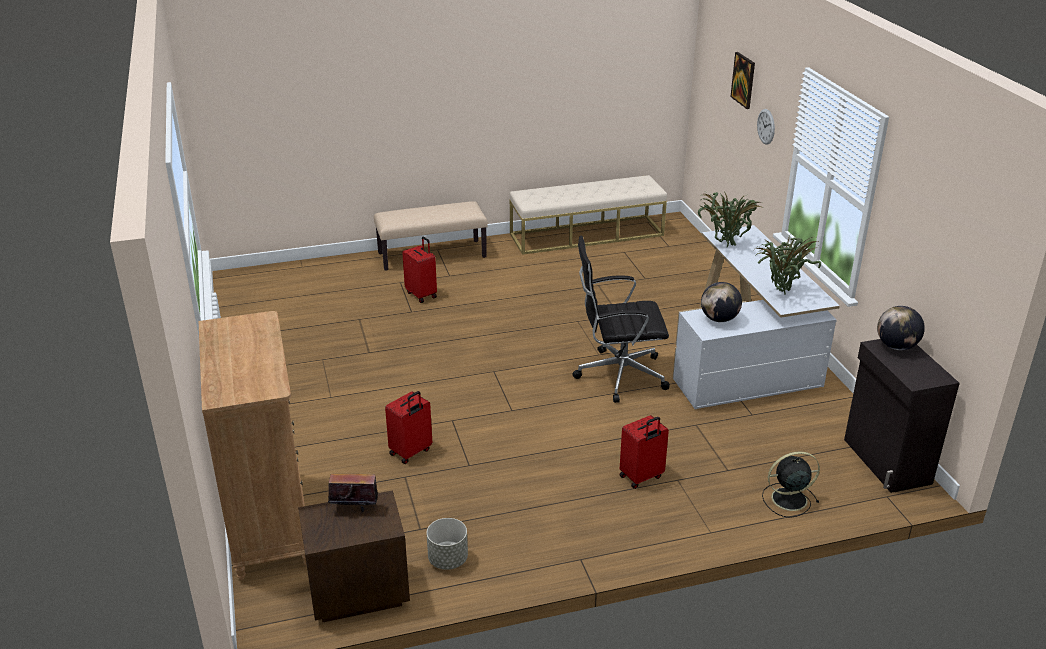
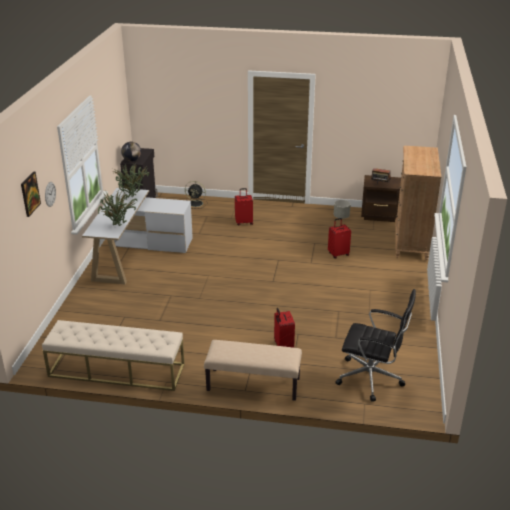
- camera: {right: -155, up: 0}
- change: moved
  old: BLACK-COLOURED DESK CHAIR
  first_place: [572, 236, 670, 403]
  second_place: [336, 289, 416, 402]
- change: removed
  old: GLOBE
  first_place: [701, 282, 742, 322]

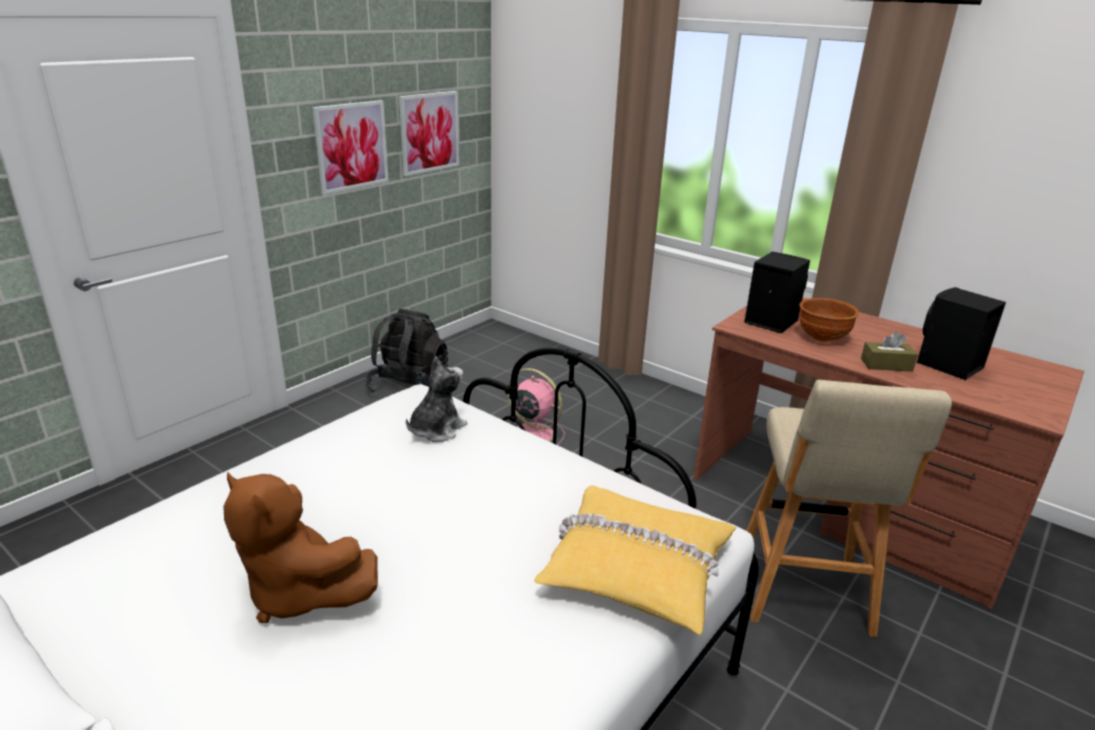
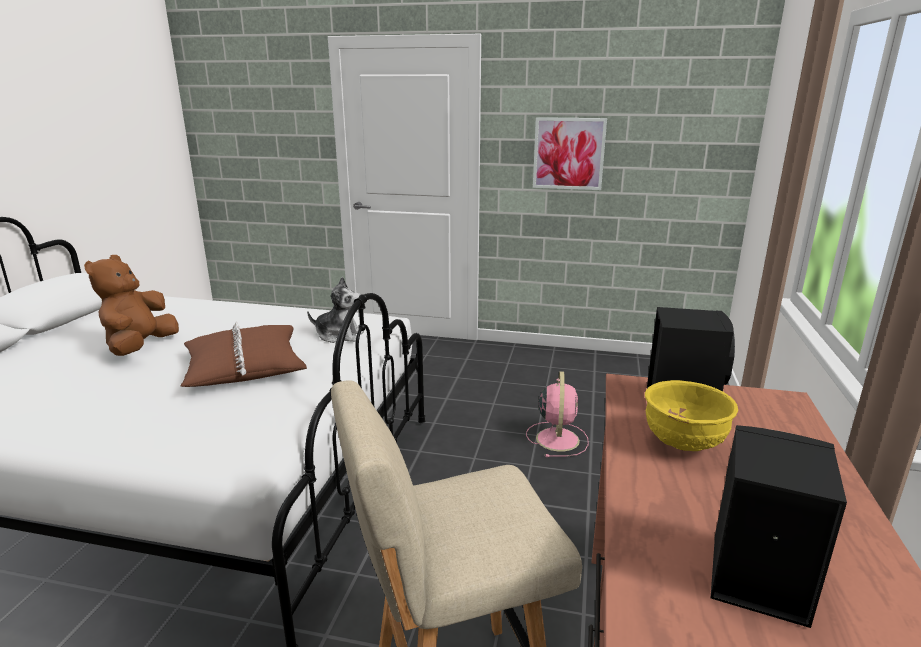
- camera: {right: 65, up: -5}
- change: removed
  old: PICTURE
  first_place: [399, 91, 459, 176]
- change: recoloured
  old: BROWNISH BOWL
  new: YELLOW-COLOURED BOWL
  first_place: [799, 298, 859, 342]
  second_place: [645, 380, 738, 451]
- change: removed
  old: BLACK-COLOURED KNAPSACK
  first_place: [365, 309, 448, 393]
- change: removed
  old: BROWNISH TISSUE BOX
  first_place: [861, 331, 918, 372]
- change: removed
  old: YELLOW-COLOURED THROW PILLOW
  first_place: [534, 485, 736, 635]
- change: added
  new: BROWNISH THROW PILLOW
  second_place: [180, 321, 307, 387]

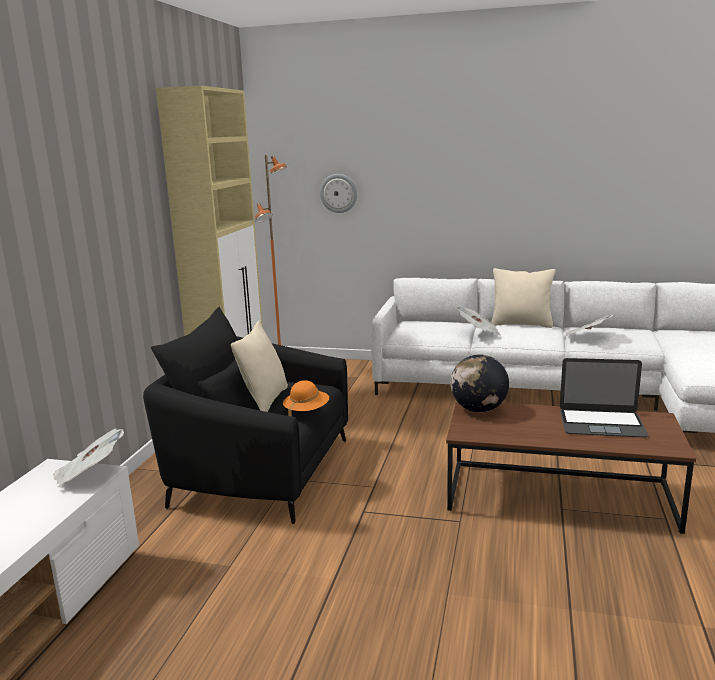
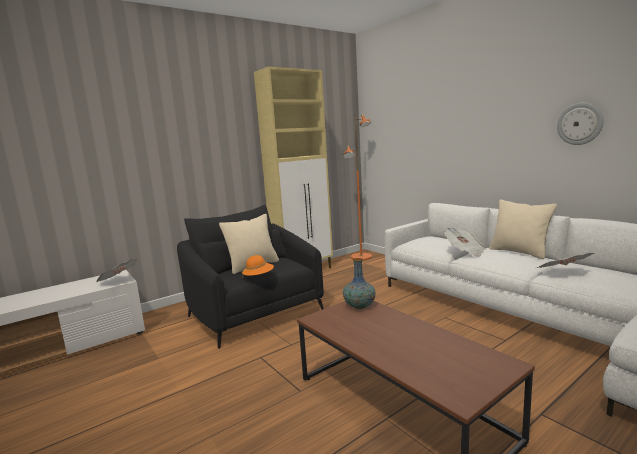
- camera: {right: 40, up: -5}
- change: moved
  old: WALL CLOCK
  first_place: [320, 174, 357, 213]
  second_place: [557, 103, 604, 145]
- change: replaced
  old: GLOBE
  new: VASE
  first_place: [450, 354, 509, 412]
  second_place: [343, 258, 376, 309]
- change: removed
  old: NOTEBOOK COMPUTER
  first_place: [560, 358, 649, 438]

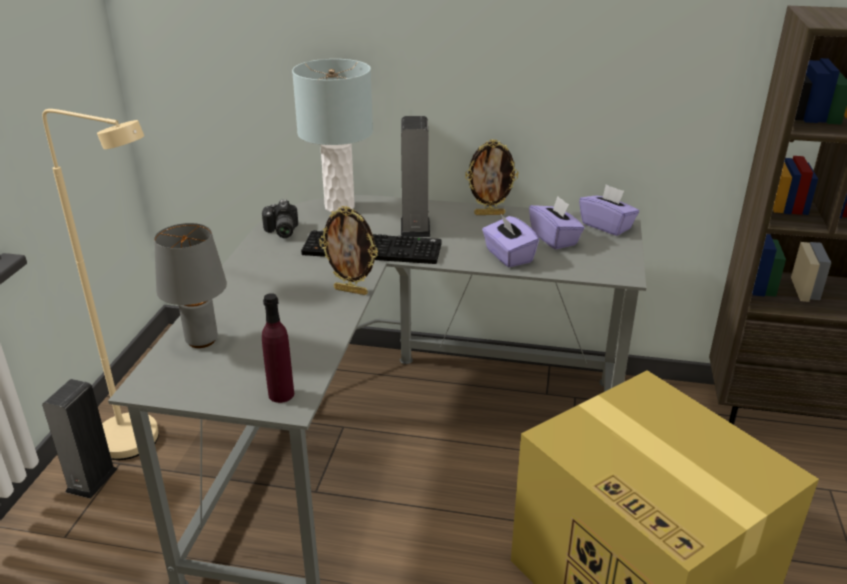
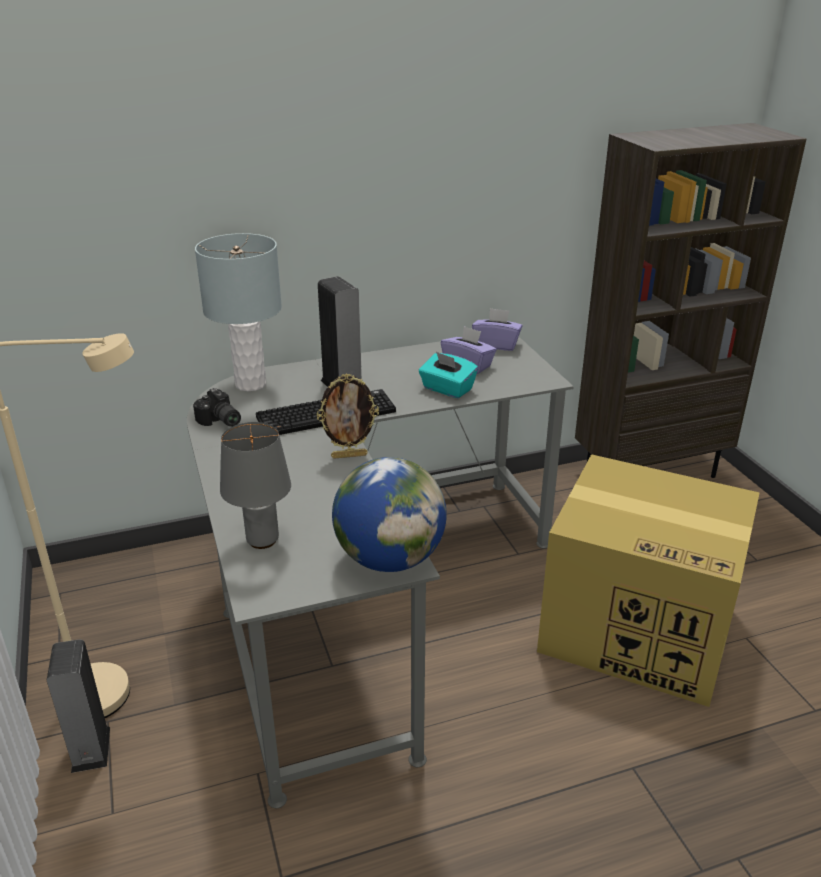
- camera: {right: -30, up: 0}
- change: removed
  old: PHOTO FRAME
  first_place: [465, 139, 518, 215]
- change: recoloured
  old: PURPLE-COLOURED TISSUE BOX
  new: TURQUOISE TISSUE BOX
  first_place: [482, 214, 539, 267]
  second_place: [419, 352, 478, 398]
- change: replaced
  old: PURPLE-COLOURED BOTTLE
  new: GLOBE
  first_place: [262, 293, 294, 403]
  second_place: [332, 457, 447, 572]

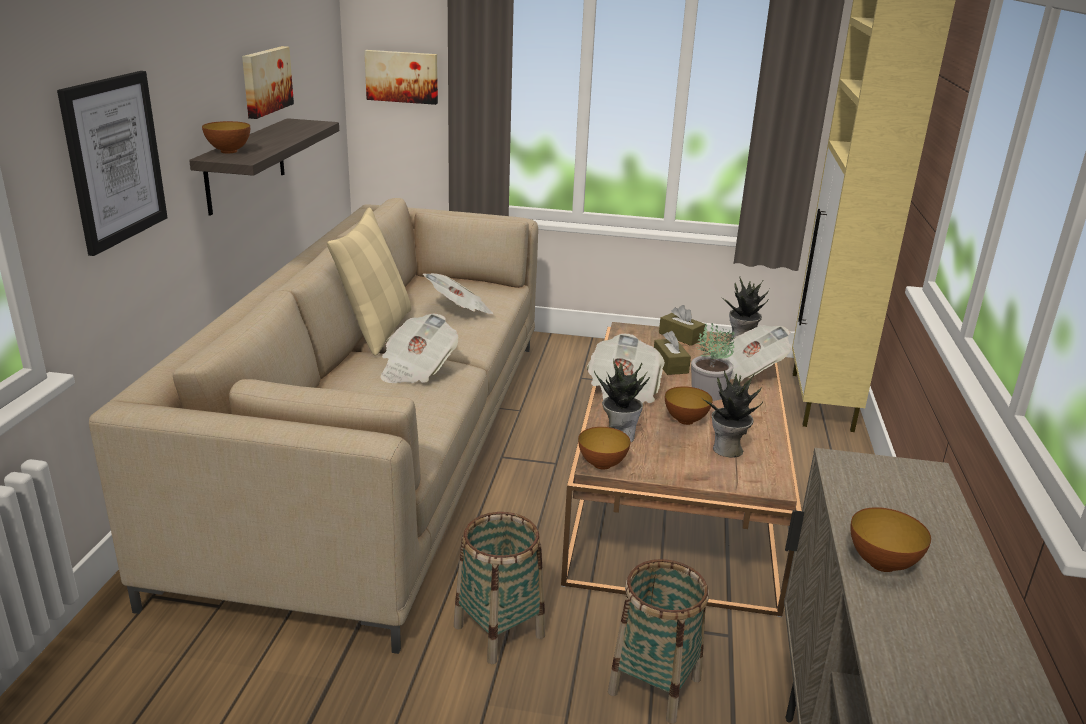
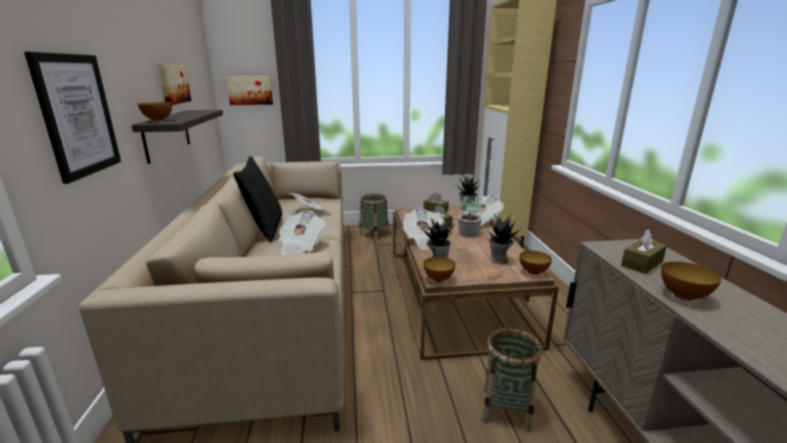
- camera: {right: -15, up: -5}
- change: recoloured
  old: SAND-COLOURED THROW PILLOW
  new: BLACK-COLOURED THROW PILLOW
  first_place: [327, 207, 411, 356]
  second_place: [233, 156, 282, 242]
- change: moved
  old: BOWL
  first_place: [665, 386, 713, 425]
  second_place: [519, 251, 552, 275]
- change: moved
  old: HOUSEHOLD BASKET
  first_place: [454, 512, 545, 664]
  second_place: [359, 194, 389, 241]
- change: added
  new: BROWNISH TISSUE BOX
  second_place: [621, 229, 667, 274]

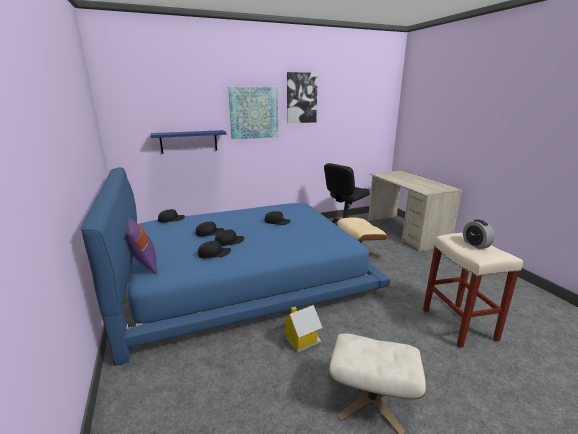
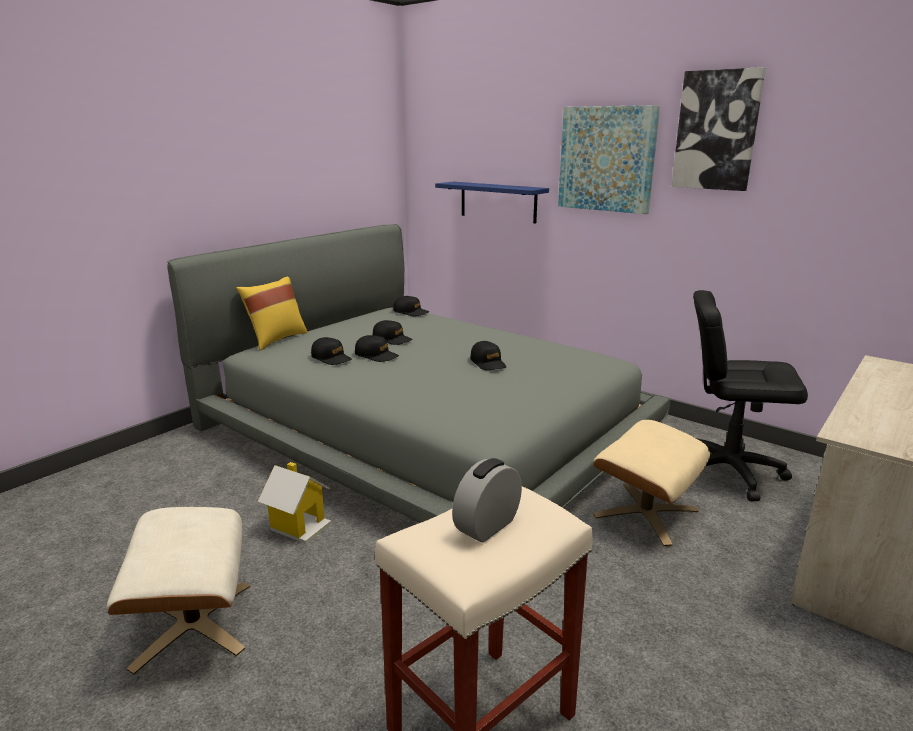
- camera: {right: 60, up: 0}
- change: recoloured
  old: BLUISH SLEEPING BED
  new: GREYISH SLEEPING BED
  first_place: [81, 167, 391, 366]
  second_place: [167, 224, 671, 523]
- change: recoloured
  old: PURPLE-COLOURED THROW PILLOW
  new: YELLOW-COLOURED THROW PILLOW
  first_place: [125, 217, 157, 274]
  second_place: [236, 277, 308, 351]

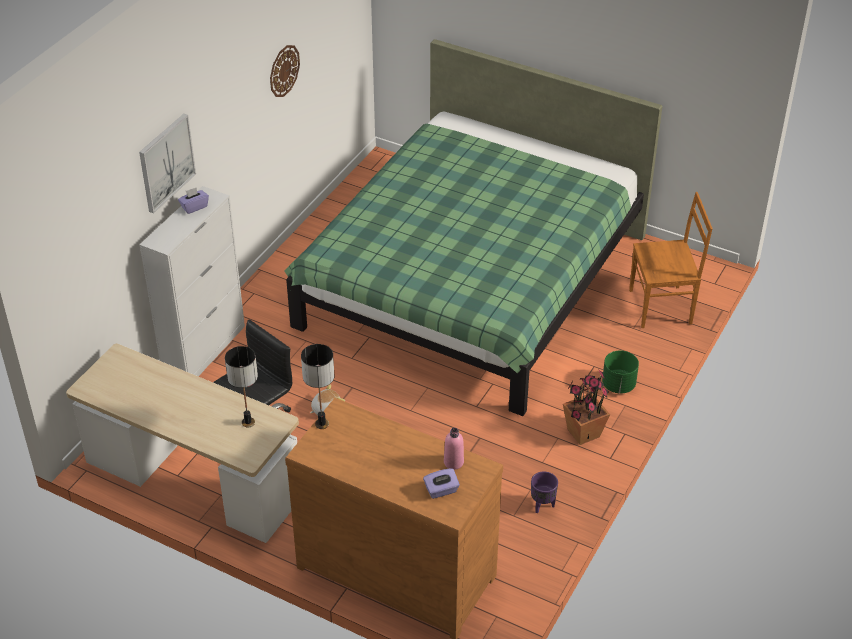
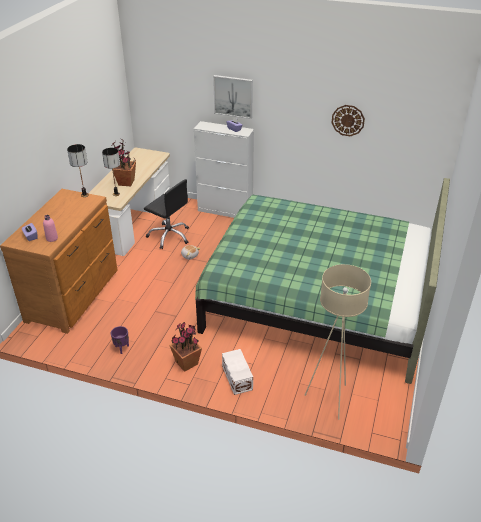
- camera: {right: 80, up: -5}
- change: replaced
  old: BROWNISH CHAIR
  new: SAND-COLOURED STANDING LAMP
  first_place: [629, 192, 713, 328]
  second_place: [305, 264, 371, 420]
- change: replaced
  old: GREENISH PLANT POT
  new: WHITE-COLOURED STORAGE BIN
  first_place: [602, 350, 639, 394]
  second_place: [222, 349, 253, 395]
- change: added
  new: POTTED PLANT
  second_place: [111, 139, 136, 186]

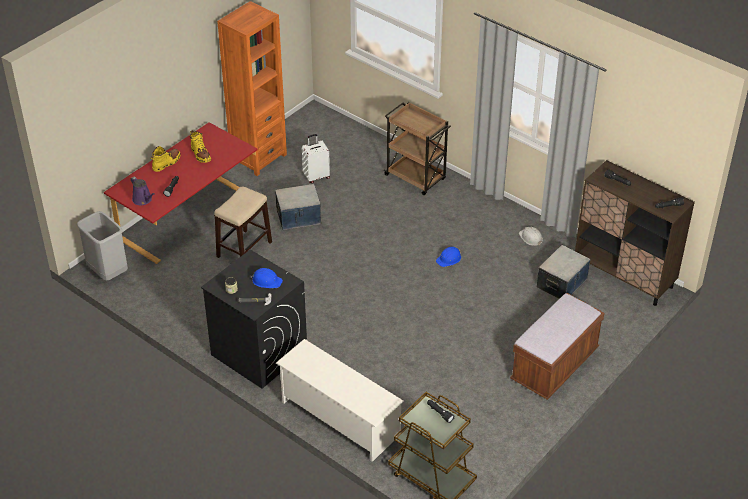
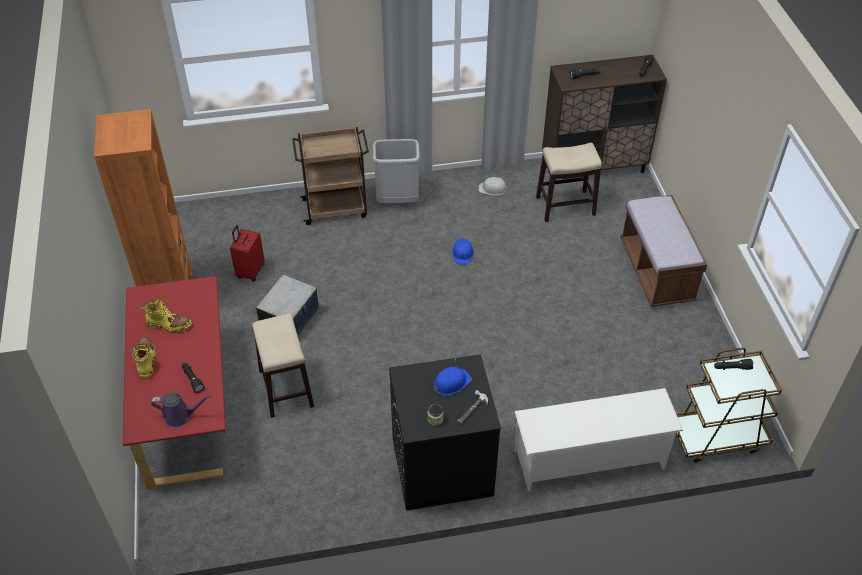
- camera: {right: -50, up: 5}
- change: recoloured
  old: WHITE-COLOURED SUITCASE
  new: RED SUITCASE
  first_place: [302, 134, 330, 183]
  second_place: [230, 225, 265, 281]
- change: moved
  old: GREYISH RUBBISH BIN
  first_place: [77, 211, 128, 281]
  second_place: [373, 139, 420, 203]
- change: replaced
  old: STORAGE BIN
  new: STOOL SEAT
  first_place: [537, 245, 591, 299]
  second_place: [536, 143, 602, 222]

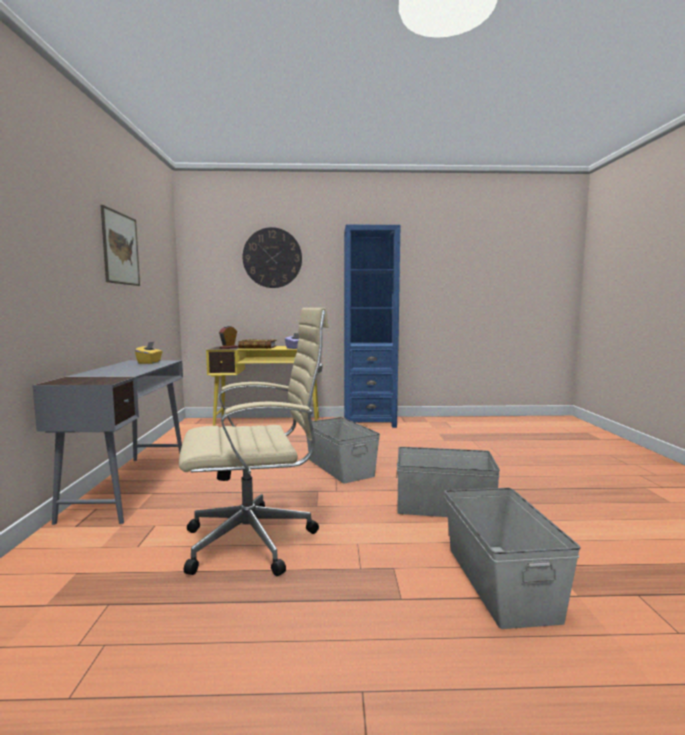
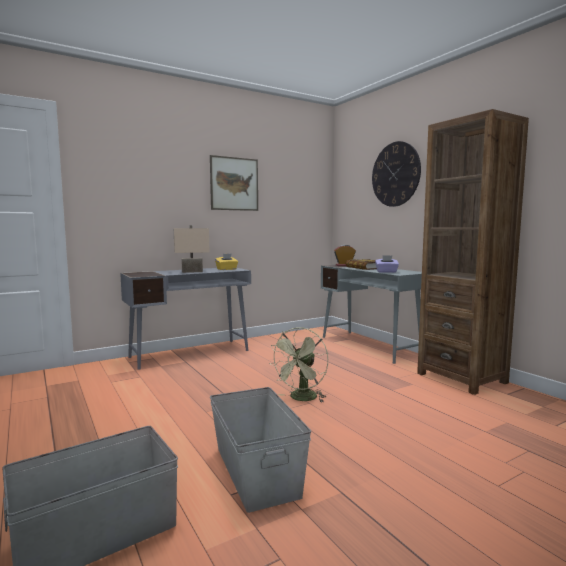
- camera: {right: 60, up: 0}
- change: recoloured
  old: BLUISH SHELVING UNIT
  new: BROWNISH SHELVING UNIT
  first_place: [344, 225, 400, 428]
  second_place: [417, 109, 529, 395]
- change: removed
  old: SAND-COLOURED DESK CHAIR
  first_place: [179, 308, 328, 576]
- change: recoloured
  old: YELLOW-COLOURED DESK TABLE
  new: GREYISH DESK TABLE
  first_place: [206, 346, 321, 426]
  second_place: [321, 265, 422, 364]
- change: replaced
  old: GREYISH STORAGE BIN
  new: GREENISH ELECTRIC FAN
  first_place: [306, 417, 380, 484]
  second_place: [269, 327, 328, 402]
- change: added
  new: SAND-COLOURED TABLETOP LAMP
  second_place: [174, 225, 210, 273]

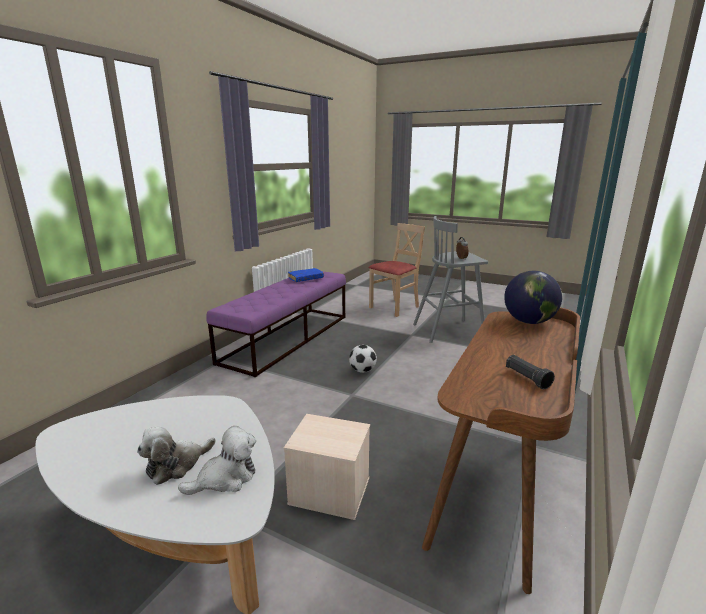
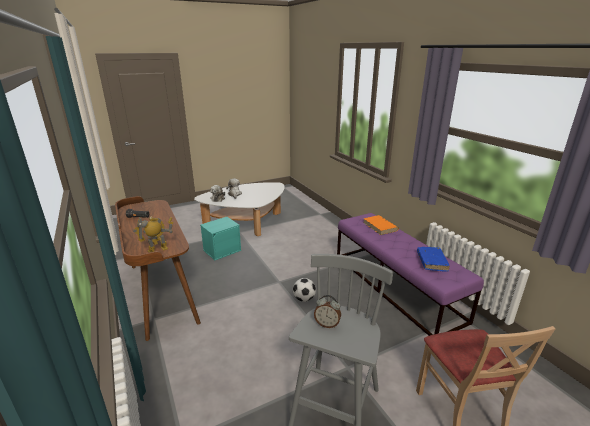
- camera: {right: 125, up: 5}
- change: replaced
  old: GLOBE
  new: ROBOT FIGURE
  first_place: [504, 271, 562, 324]
  second_place: [133, 217, 174, 253]
- change: recoloured
  old: SAND-COLOURED STORAGE BIN
  new: TURQUOISE STORAGE BIN
  first_place: [284, 414, 370, 520]
  second_place: [200, 217, 241, 260]
- change: added
  new: ORANGEY BOOK
  second_place: [363, 215, 399, 235]

